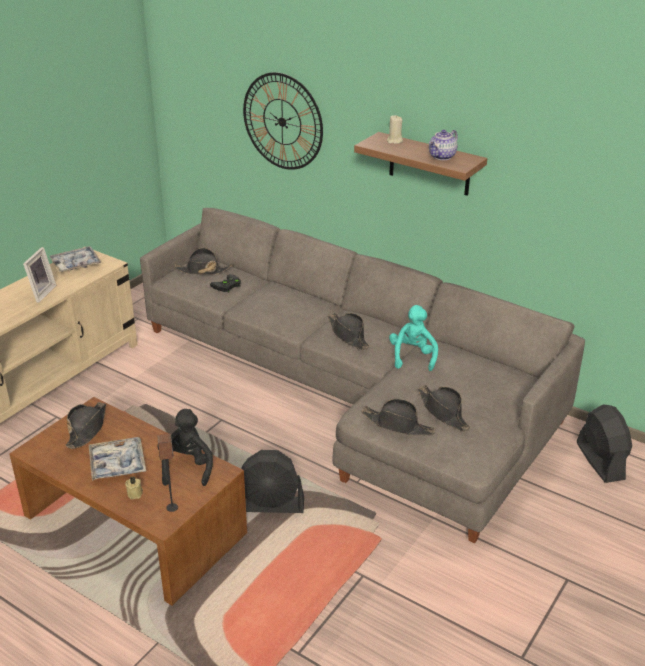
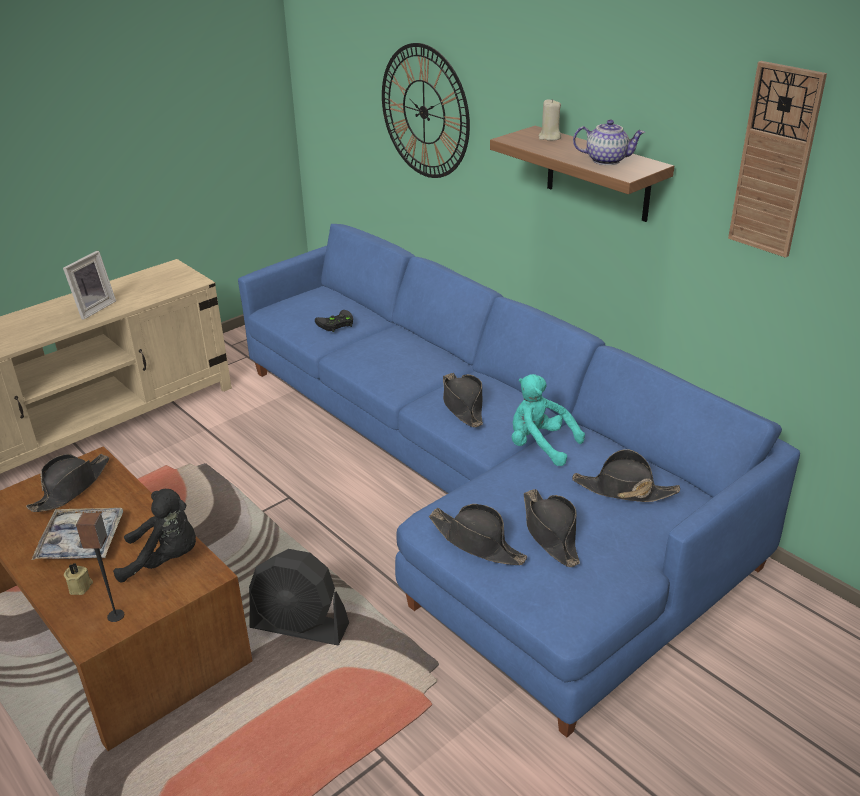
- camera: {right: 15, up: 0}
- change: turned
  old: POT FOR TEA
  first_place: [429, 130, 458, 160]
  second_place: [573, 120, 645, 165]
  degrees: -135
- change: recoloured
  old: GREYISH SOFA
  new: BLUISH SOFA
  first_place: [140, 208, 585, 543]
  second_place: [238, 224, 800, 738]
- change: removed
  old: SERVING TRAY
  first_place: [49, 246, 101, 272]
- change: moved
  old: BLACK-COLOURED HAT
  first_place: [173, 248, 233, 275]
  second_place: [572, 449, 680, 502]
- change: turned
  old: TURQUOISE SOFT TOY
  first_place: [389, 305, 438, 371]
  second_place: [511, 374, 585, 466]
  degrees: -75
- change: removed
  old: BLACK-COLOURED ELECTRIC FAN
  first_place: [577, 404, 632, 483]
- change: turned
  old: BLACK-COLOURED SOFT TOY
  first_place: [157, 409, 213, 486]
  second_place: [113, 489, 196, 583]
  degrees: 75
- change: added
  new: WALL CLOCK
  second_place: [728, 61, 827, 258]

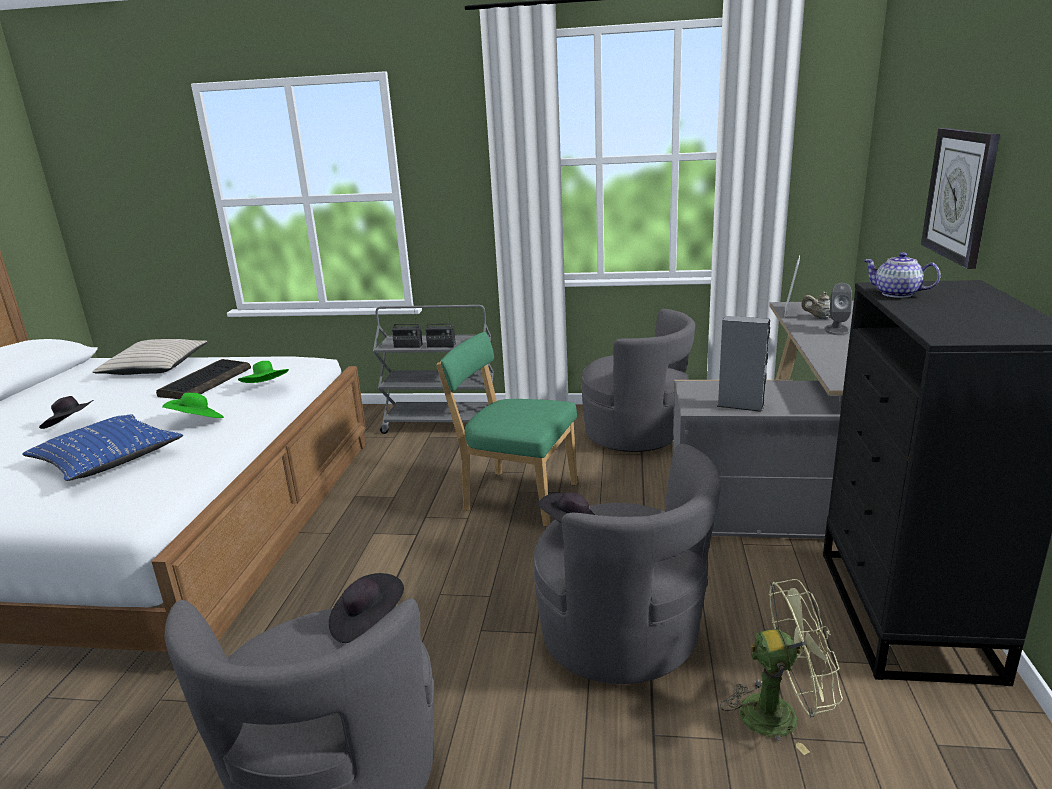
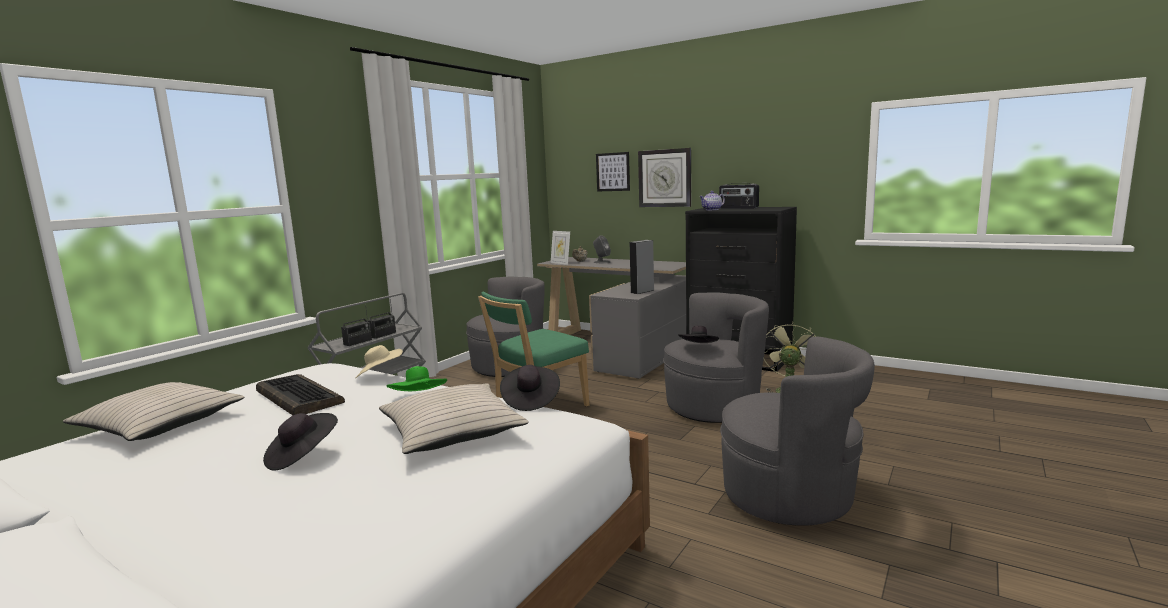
- camera: {right: -65, up: -10}
- change: recoloured
  old: GREENISH HAT
  new: SAND-COLOURED HAT
  first_place: [238, 361, 289, 383]
  second_place: [355, 345, 403, 378]
- change: recoloured
  old: BLUISH THROW PILLOW
  new: SAND-COLOURED THROW PILLOW
  first_place: [23, 414, 183, 481]
  second_place: [379, 383, 529, 454]
- change: moved
  old: BLACK-COLOURED HAT
  first_place: [329, 573, 404, 643]
  second_place: [500, 365, 560, 411]
- change: added
  new: PICTURE
  second_place: [596, 152, 630, 192]
- change: added
  new: RADIO SET
  second_place: [719, 183, 759, 208]

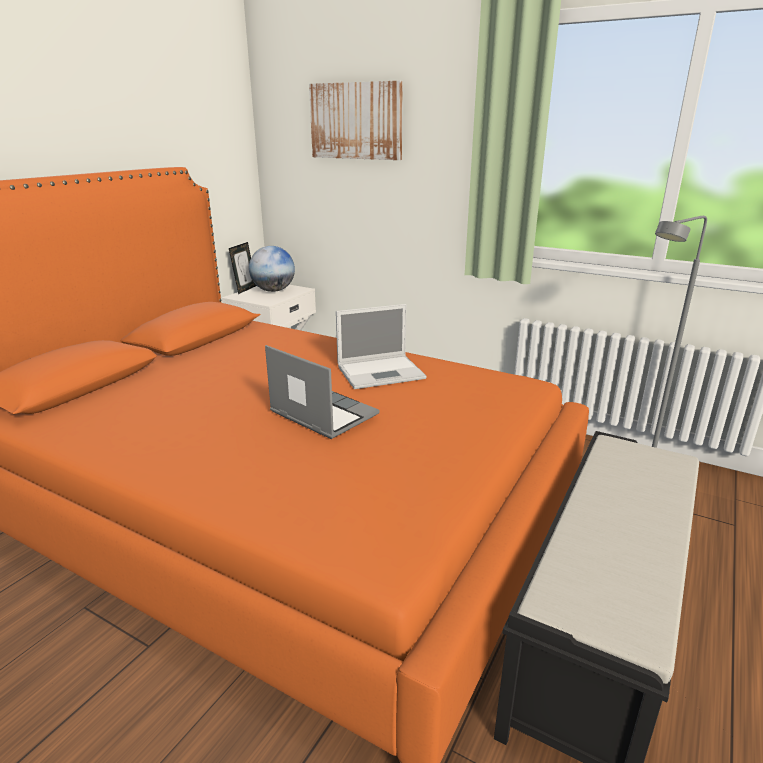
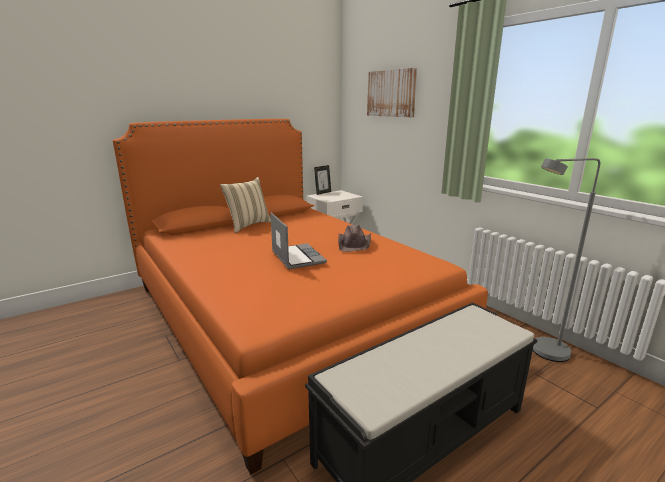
- camera: {right: 25, up: -5}
- change: removed
  old: GLOBE
  first_place: [249, 246, 295, 292]
- change: replaced
  old: NOTEBOOK COMPUTER
  new: BROWNISH HAT
  first_place: [336, 304, 427, 389]
  second_place: [338, 225, 371, 252]
- change: added
  new: SAND-COLOURED THROW PILLOW
  second_place: [220, 177, 271, 233]

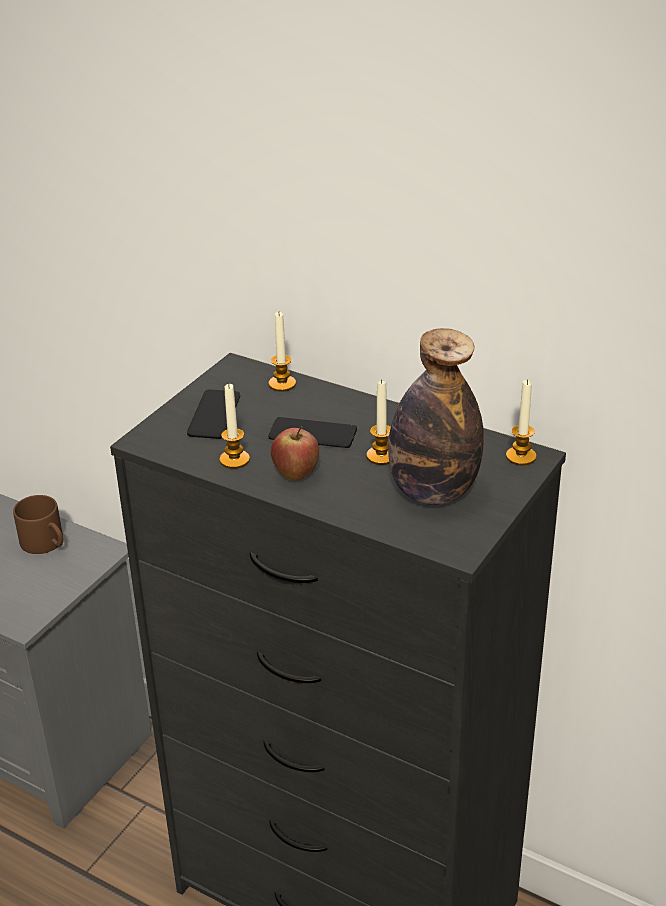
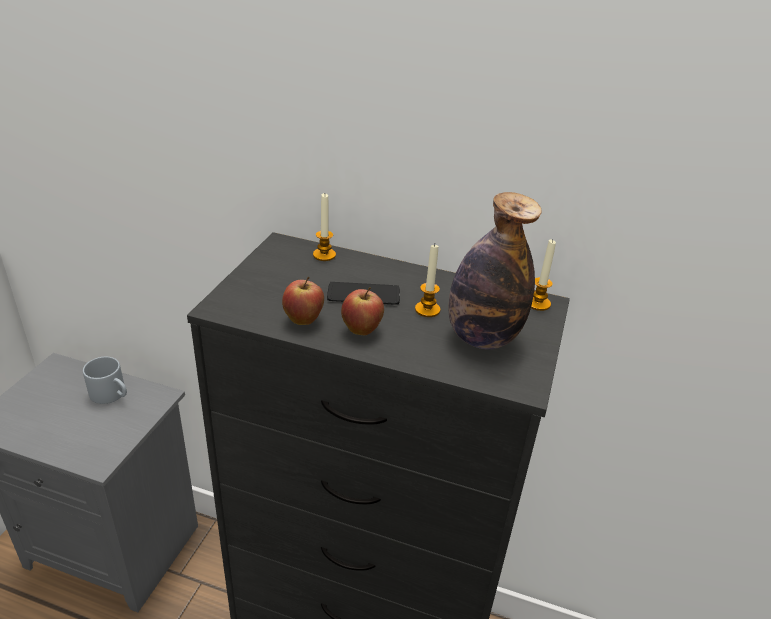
- camera: {right: -15, up: 0}
- change: replaced
  old: WAX CANDLE
  new: APPLE FRUIT
  first_place: [220, 384, 250, 469]
  second_place: [282, 276, 324, 325]
- change: removed
  old: TELEPHONE
  first_place: [187, 389, 240, 439]
- change: recoloured
  old: BROWNISH COFFEE MUG
  new: GREYISH COFFEE MUG
  first_place: [13, 495, 63, 554]
  second_place: [83, 357, 127, 404]

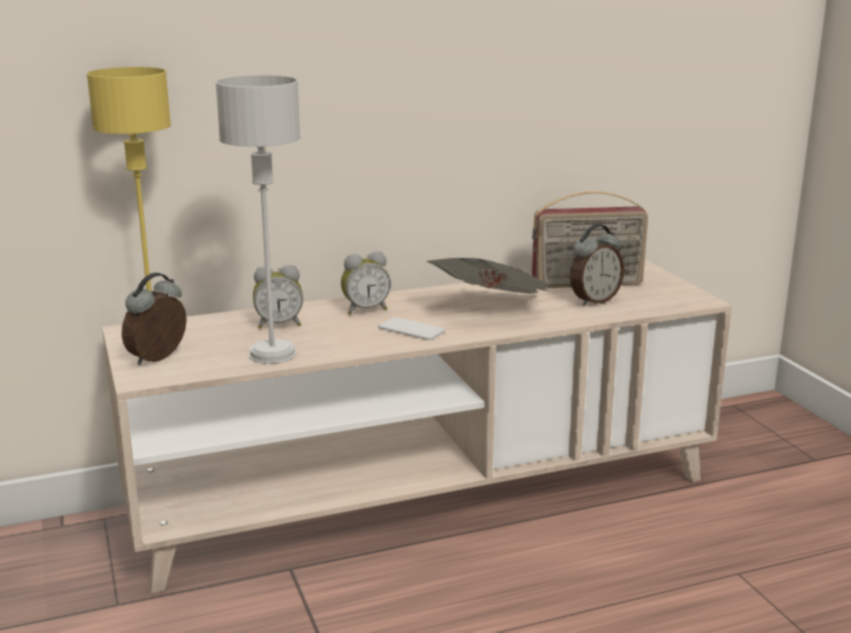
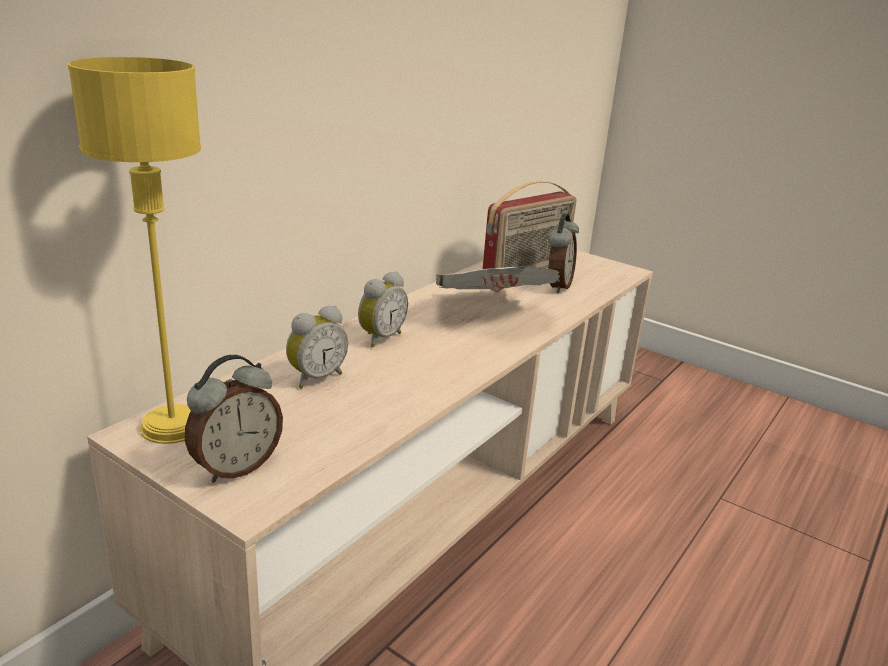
- camera: {right: -35, up: 5}
- change: removed
  old: GREYISH TABLETOP LAMP
  first_place: [216, 75, 301, 364]
- change: turned
  old: ALARM CLOCK
  first_place: [121, 273, 187, 365]
  second_place: [185, 355, 283, 483]
  degrees: -135
- change: removed
  old: TELEPHONE
  first_place: [378, 317, 445, 340]

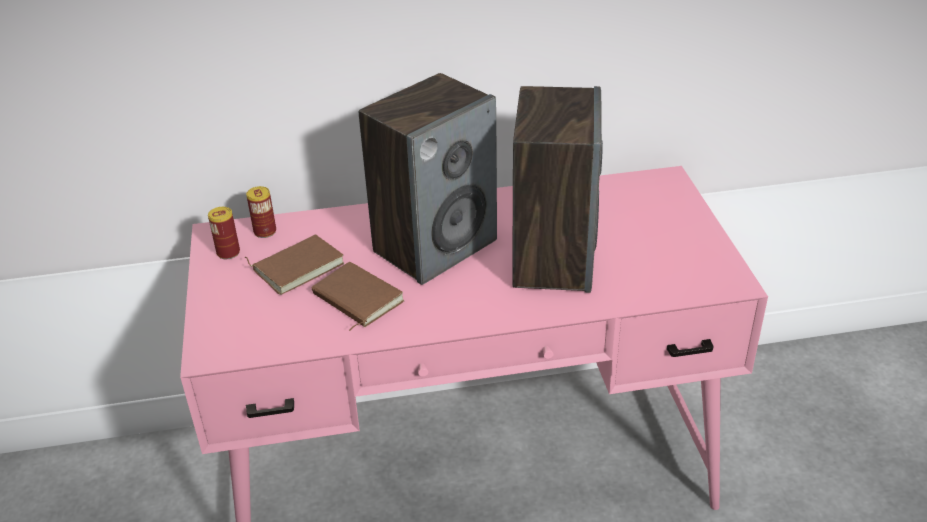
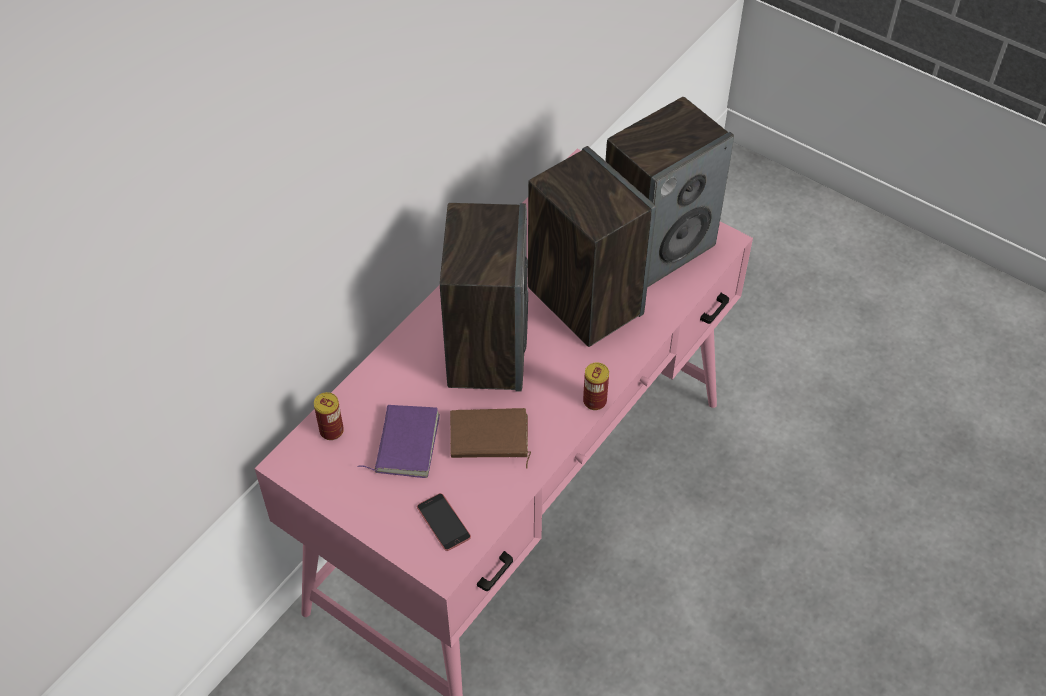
- camera: {right: -45, up: 15}
- change: moved
  old: SEALED CAN
  first_place: [208, 207, 240, 259]
  second_place: [583, 363, 609, 410]
- change: recoloured
  old: BROWNISH BOOK
  new: PURPLE-COLOURED BOOK
  first_place: [245, 234, 344, 295]
  second_place: [358, 405, 440, 478]
- change: added
  new: LOUDSPEAKER
  second_place: [605, 97, 734, 287]
- change: added
  new: TELEPHONE
  second_place: [417, 493, 471, 551]

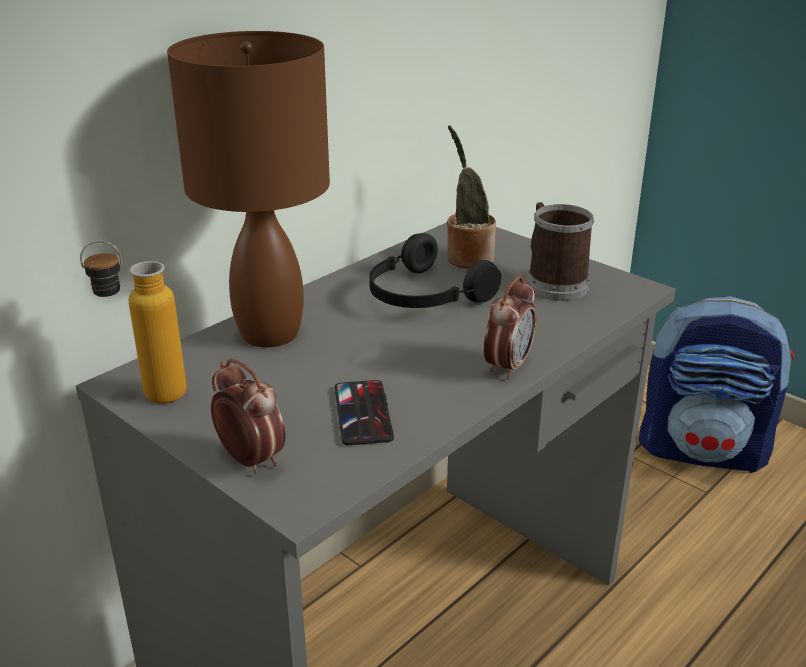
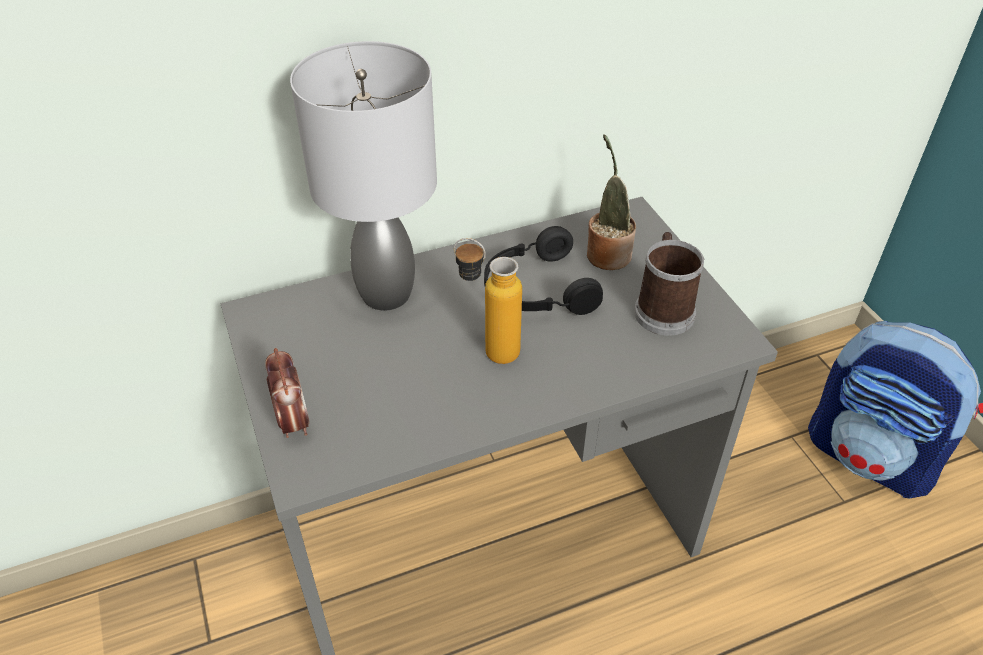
- camera: {right: 25, up: 15}
- change: recoloured
  old: BROWNISH TABLETOP LAMP
  new: GREYISH TABLETOP LAMP
  first_place: [167, 31, 330, 347]
  second_place: [290, 41, 437, 311]
- change: moved
  old: BOTTLE
  first_place: [80, 240, 187, 404]
  second_place: [454, 238, 522, 364]
- change: removed
  old: ALARM CLOCK
  first_place: [484, 275, 536, 379]
- change: removed
  old: TELEPHONE
  first_place: [335, 380, 394, 445]

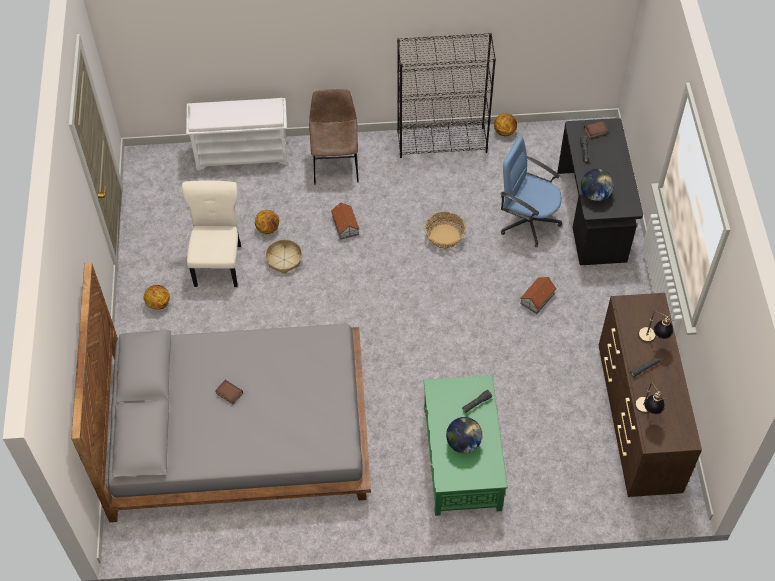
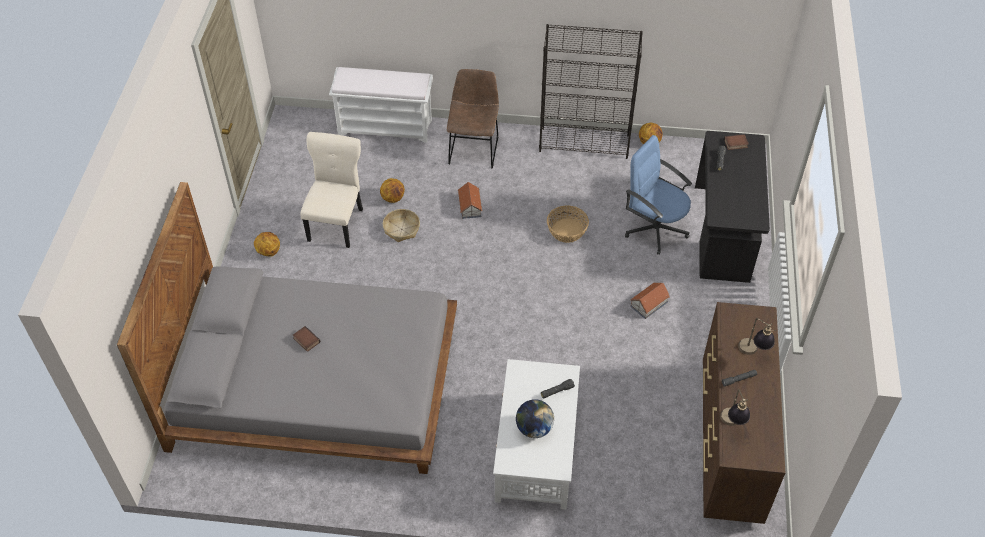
- camera: {right: 10, up: -5}
- change: removed
  old: GLOBE
  first_place: [581, 169, 614, 201]
- change: recoloured
  old: GREENISH LOUNGE TABLE
  new: WHITE-COLOURED LOUNGE TABLE
  first_place: [424, 375, 508, 516]
  second_place: [493, 359, 580, 510]

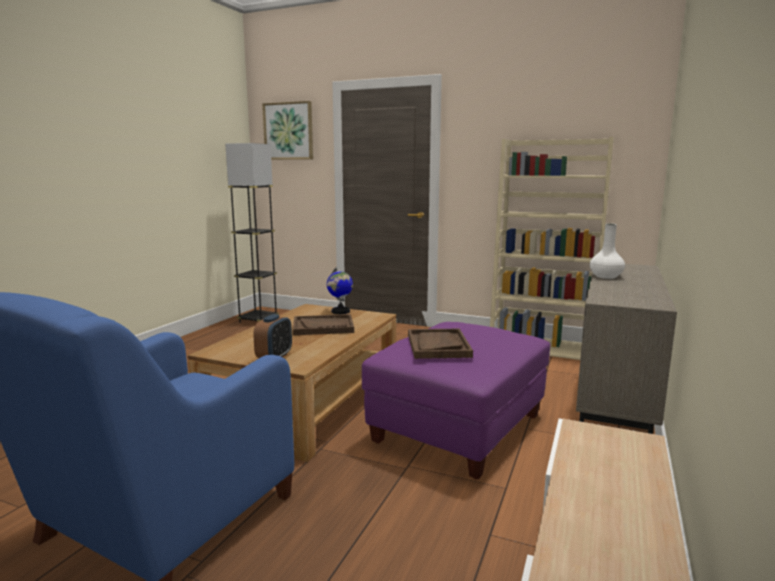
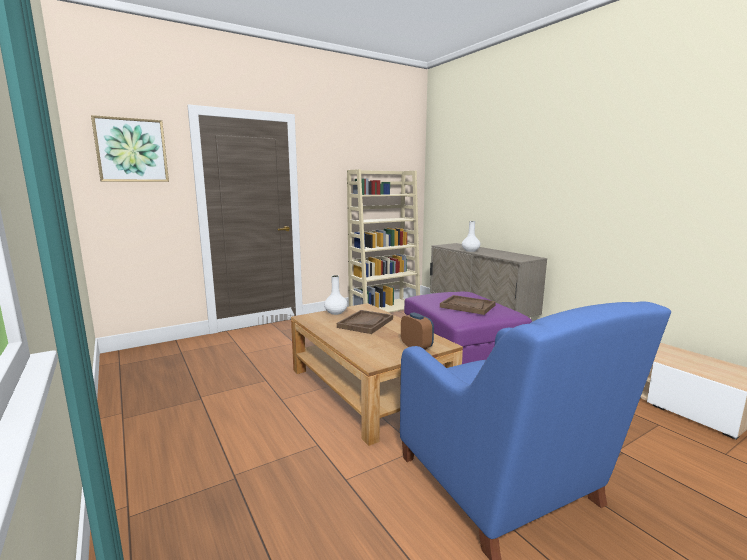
- camera: {right: -55, up: 0}
- change: removed
  old: GREYISH STANDING LAMP
  first_place: [225, 143, 279, 323]
- change: replaced
  old: GLOBE
  new: WHITE-COLOURED VASE
  first_place: [327, 267, 353, 314]
  second_place: [324, 275, 348, 315]

